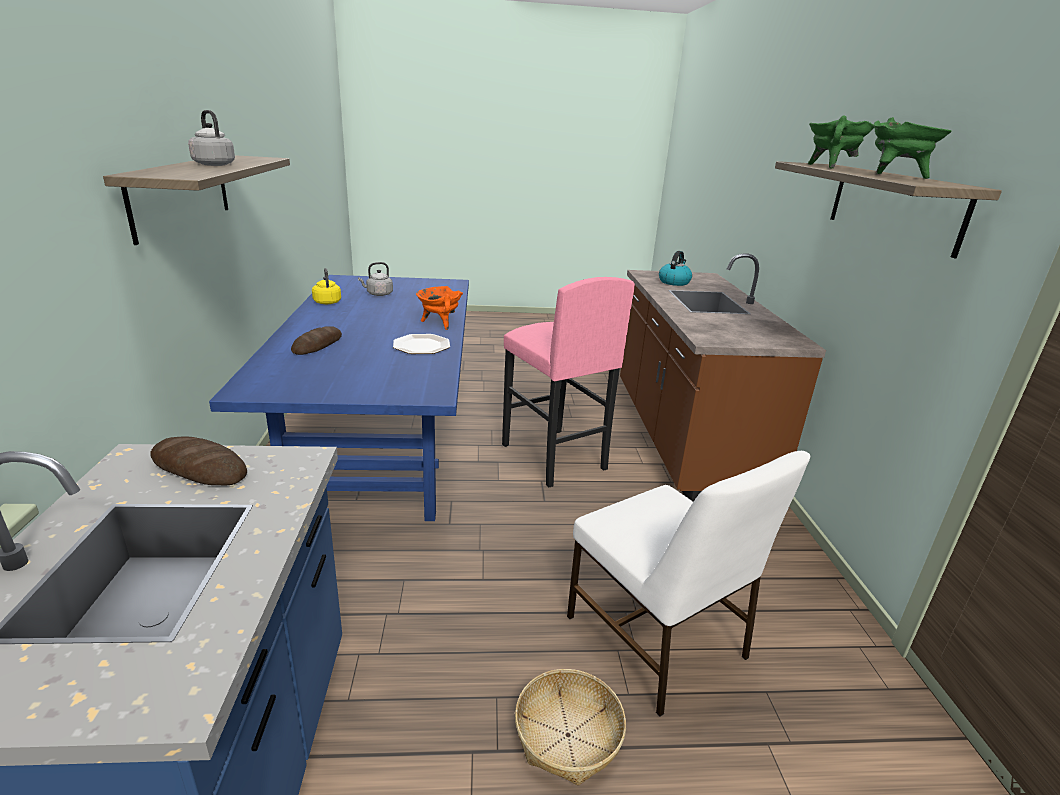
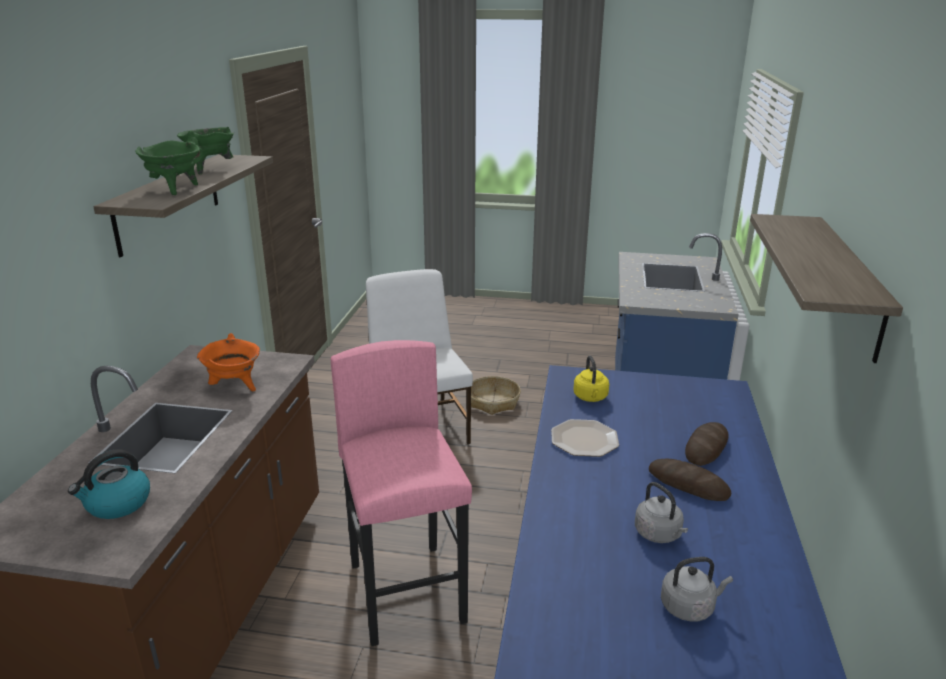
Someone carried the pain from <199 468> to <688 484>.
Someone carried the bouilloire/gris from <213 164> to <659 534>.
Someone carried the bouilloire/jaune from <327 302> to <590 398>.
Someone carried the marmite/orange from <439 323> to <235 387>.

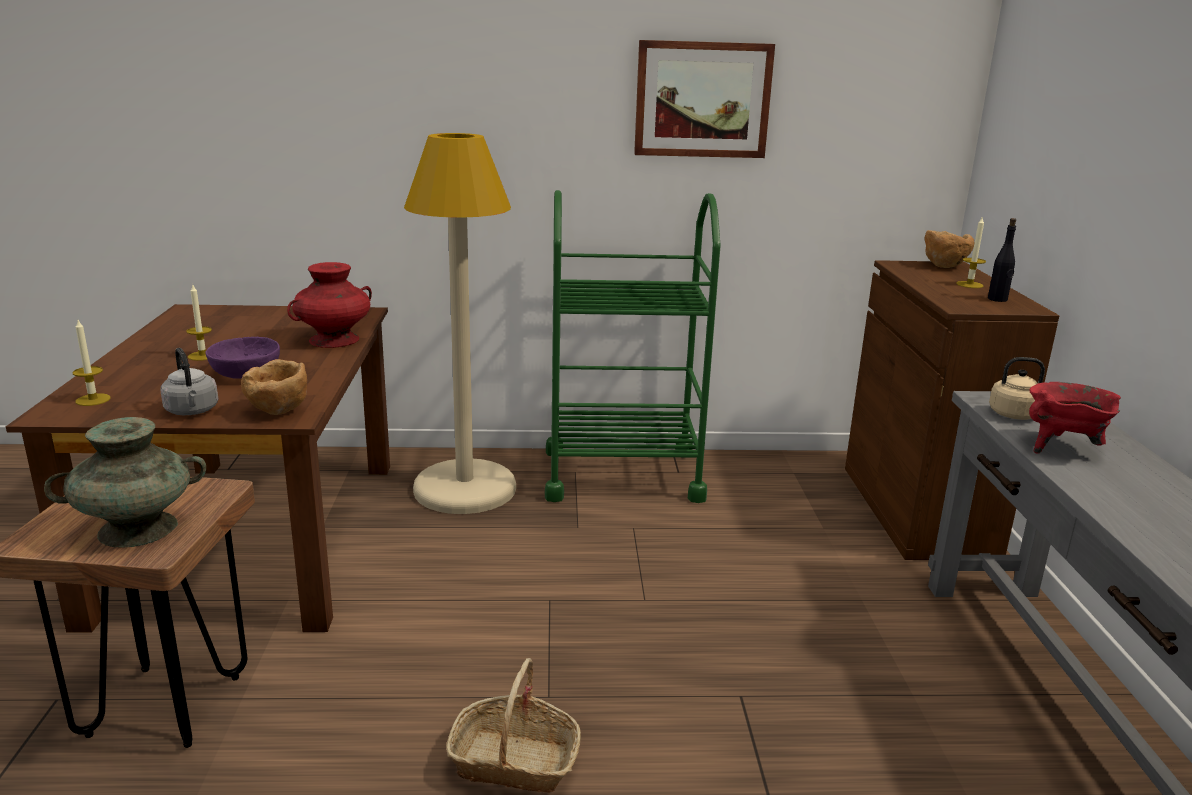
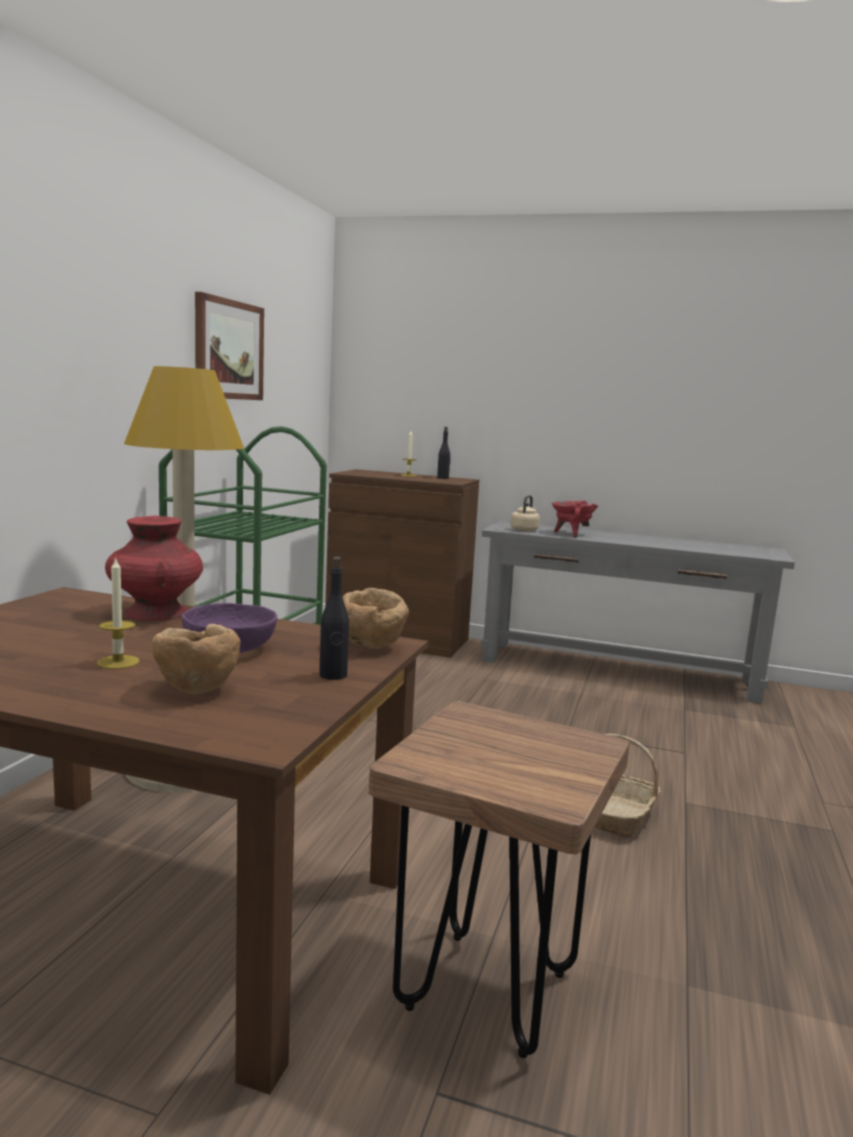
Someone took away the vase/turquoise at <137 529>.
Someone took away the bougie at <93 400>.
Someone swapped the bouilloire/gris at <192 411> for the bouteille/noir at <333 675>.
Someone carried the bol/marron from <944 266> to <195 690>.

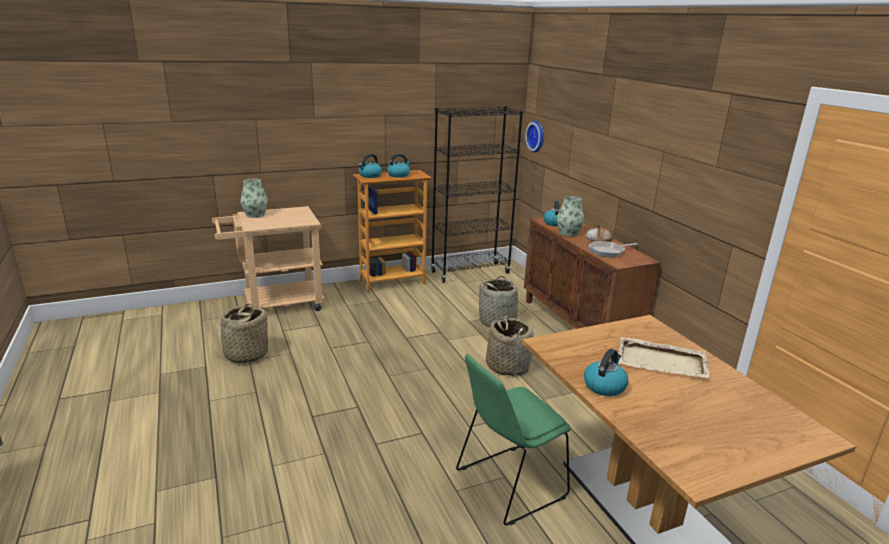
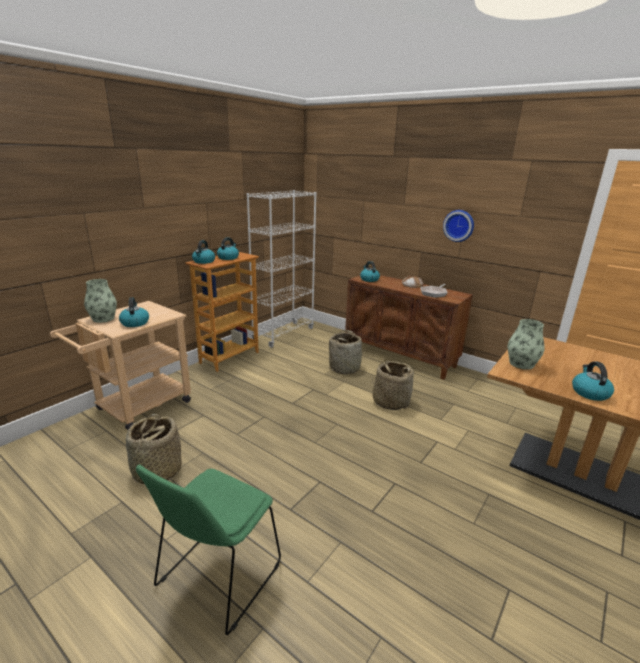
Someone repainted the bibliothèque/noir at <470 272>, which became the bibliothèque/blanc at <283 334>.
Someone carried the chaise/vert from <507 485> to <217 578>.
Someone carried the horloge murale from <537 136> to <459 225>.
Someone carried the vase from <568 233> to <521 364>.
Someone took away the plateau/beige at <662 361>.
Someone put down the bouilloire at <135 323>.

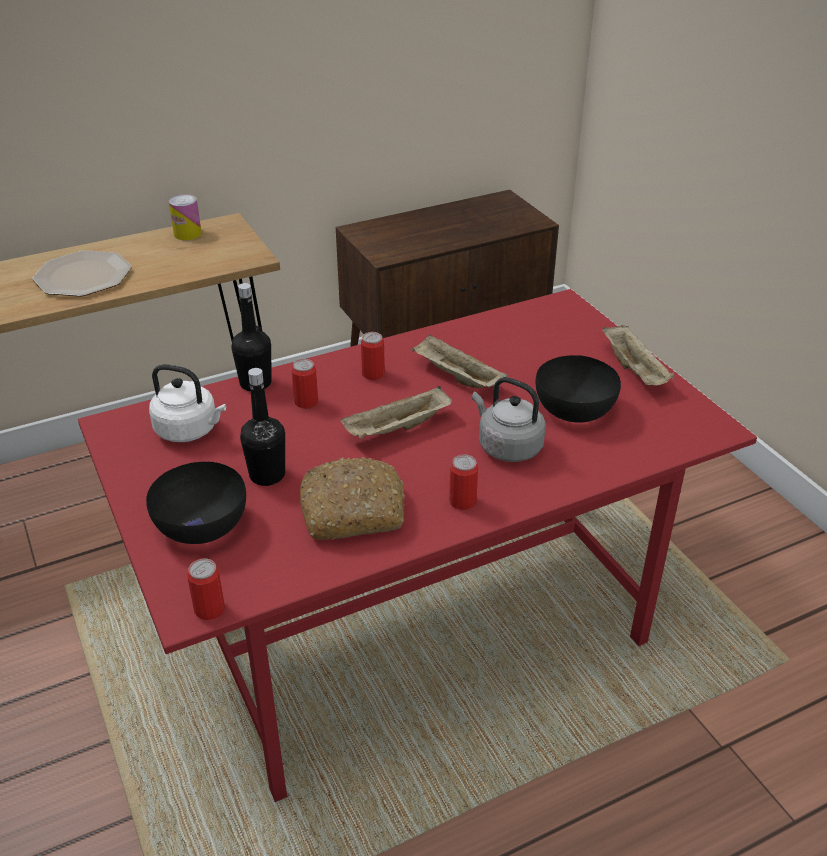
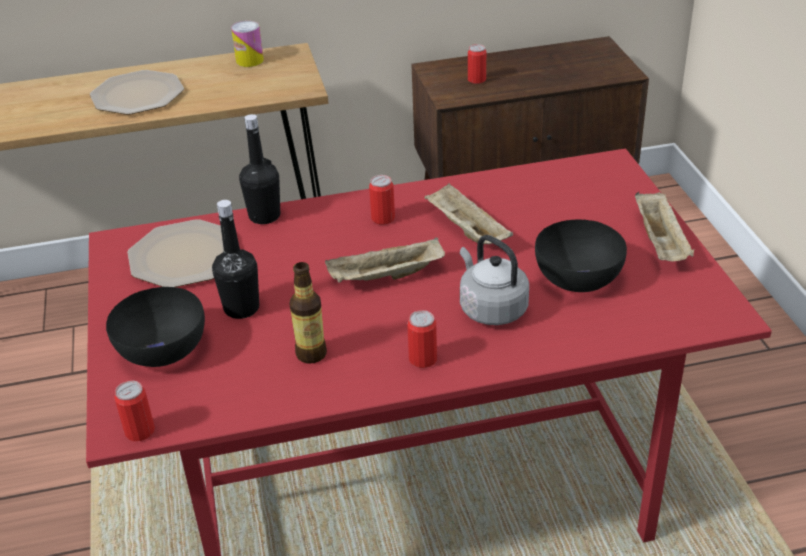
Someone swapped the bouilloire/blanc at <190 430> for the assiette at <185 256>.
Someone carried the boîte métallique from <306 402> to <476 80>.
Someone swapped the pain at <354 510> for the bouteille at <311 354>.

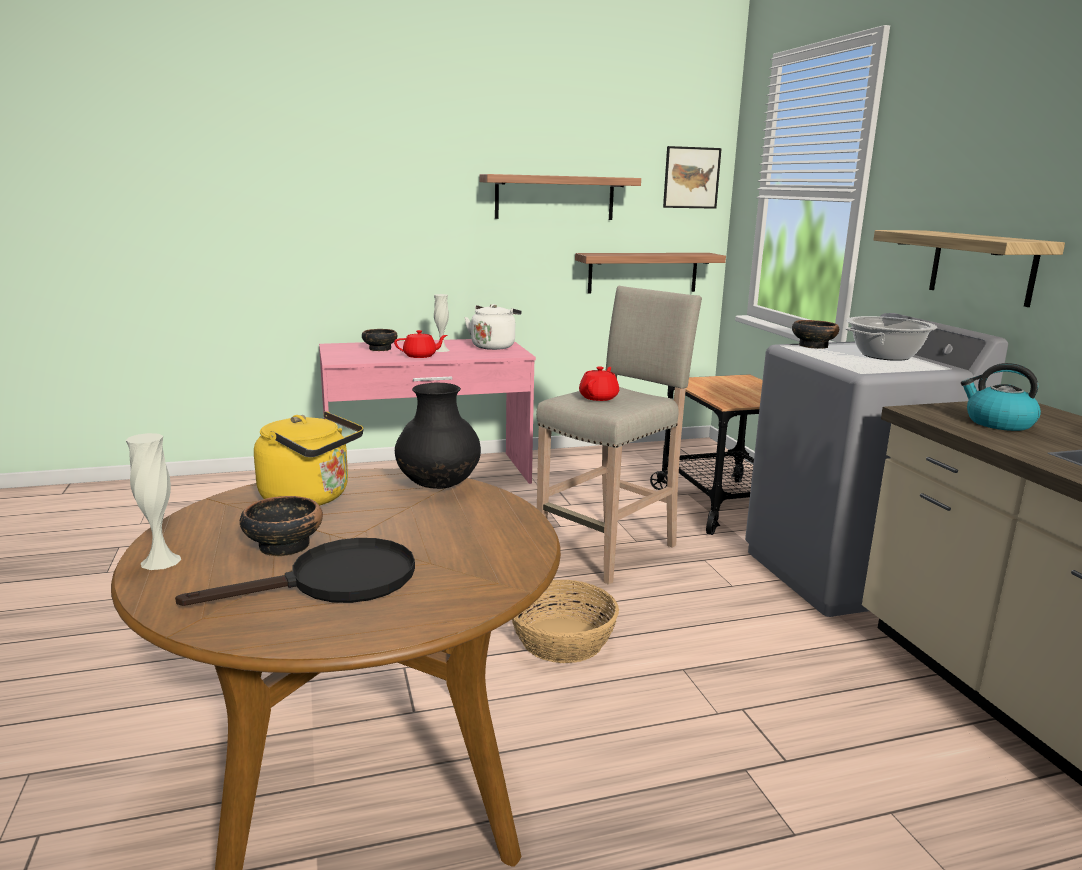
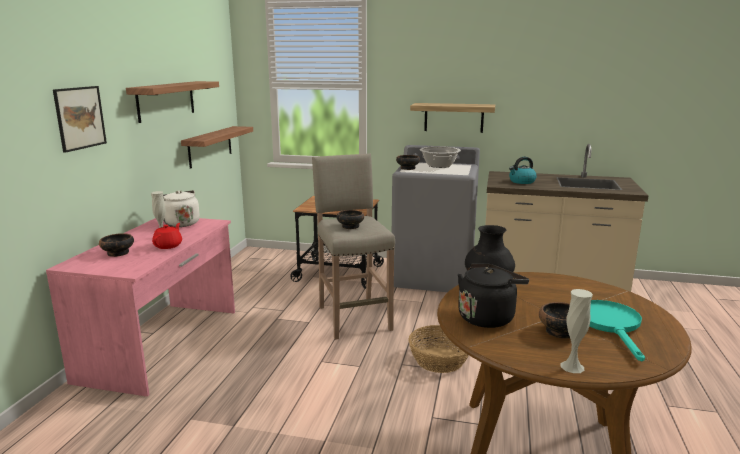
Someone repainted the poêle/noir at <335 582>, which became the poêle/turquoise at <611 325>.
Someone repainted the bouilloire/jaune at <310 498>, which became the bouilloire/noir at <488 317>.
Someone swapped the théière/rouge at <599 397> for the bol at <350 226>.
Someone carried the tableau from <691 177> to <80 118>.

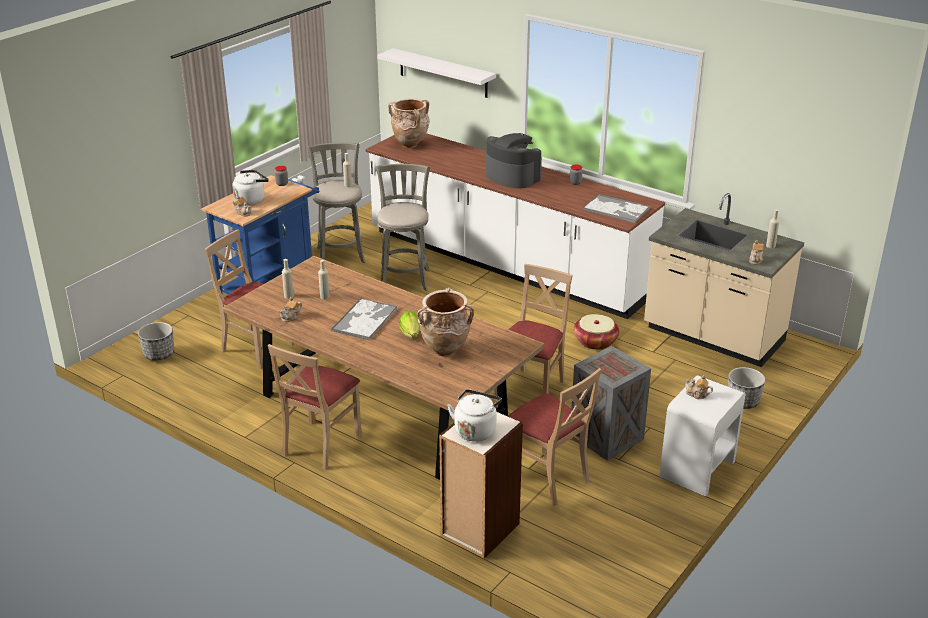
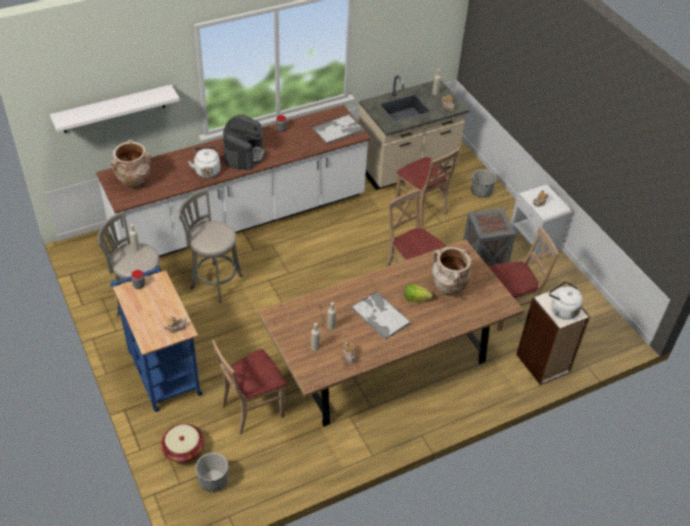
Someone carried the bouilloire/blanc from <251 200> to <207 170>.
Someone carried the chaise/beige from <320 444> to <421 209>.
Someone rotated the machine à café at <512 177> by 120 degrees clockwise.
Someone carried the panier from <595 341> to <184 450>.

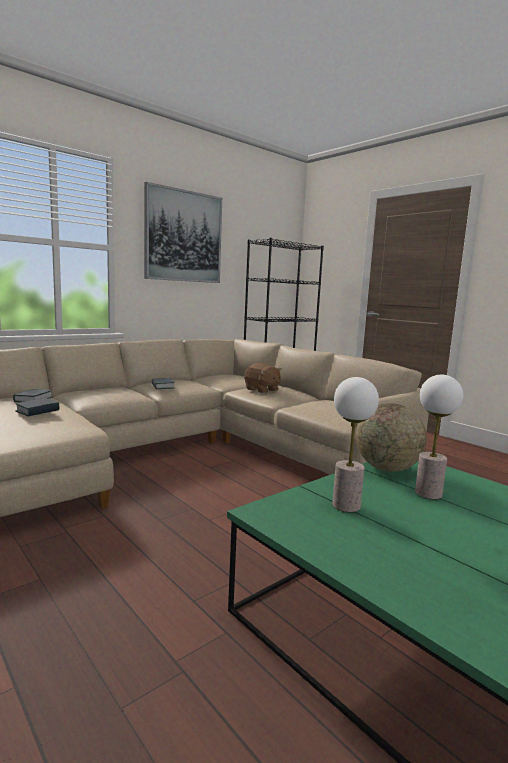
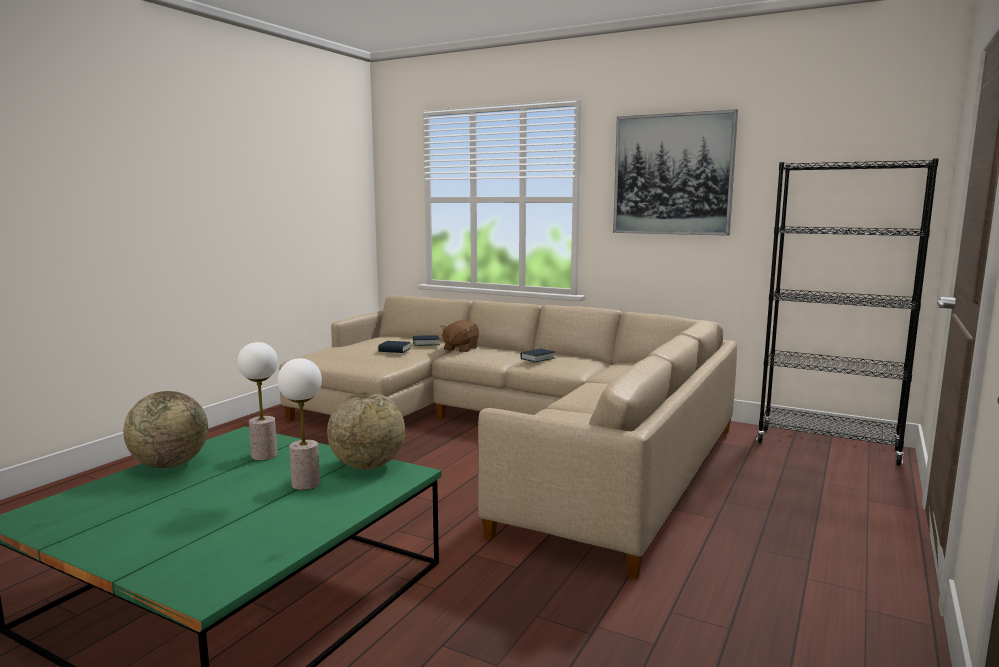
Someone carried the peluche/marron from <262 390> to <460 349>.
Someone put down the globe at <170 464>.

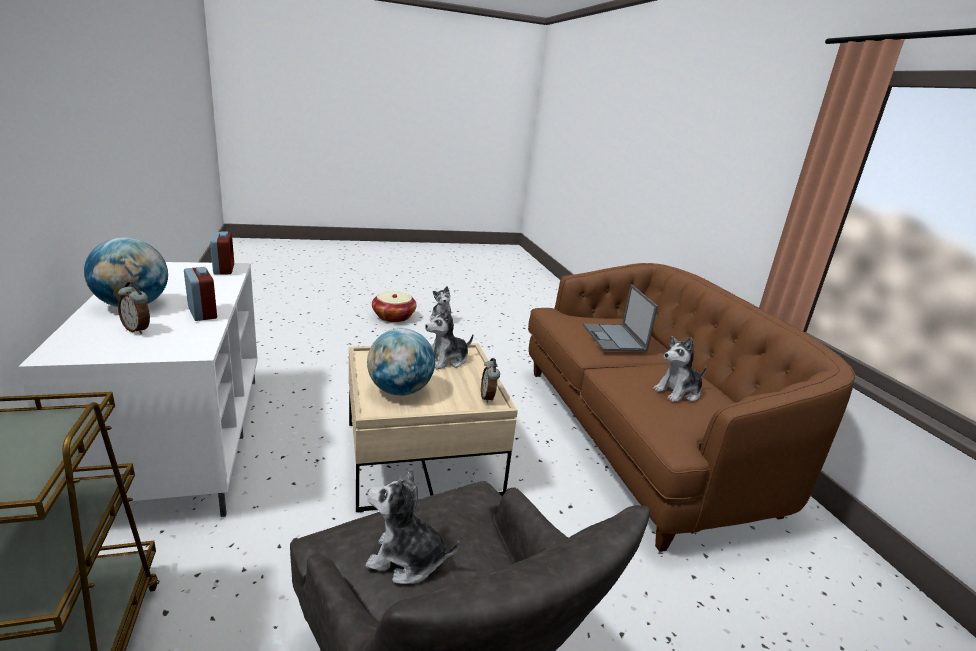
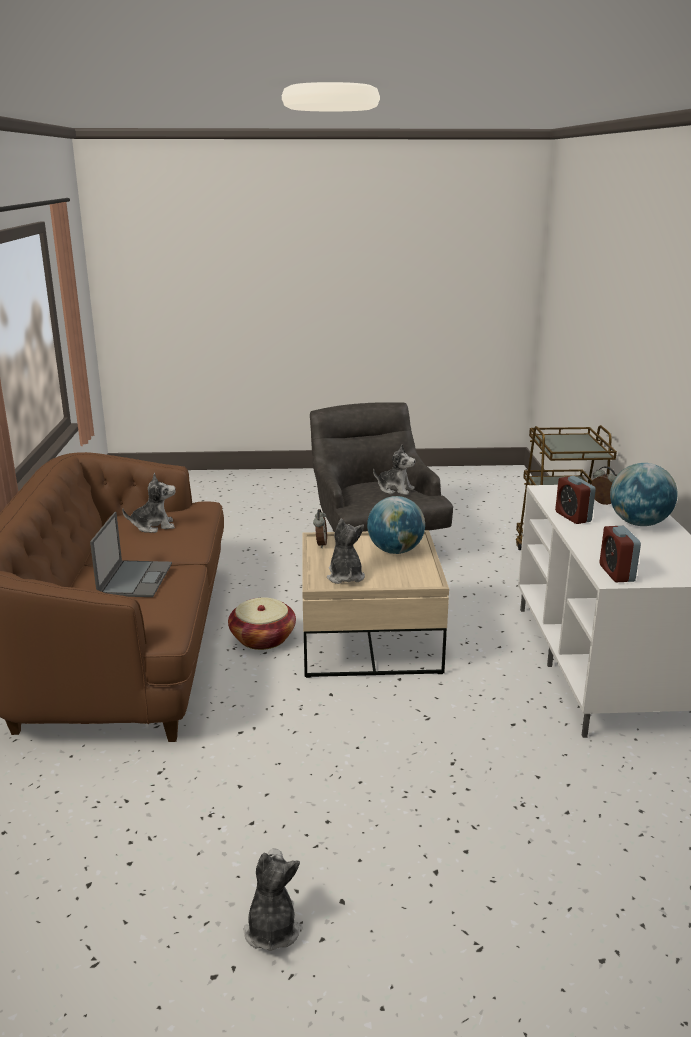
Someone carried the panier from <393 317> to <262 638>.
Someone rotated the peluche at <447 360> by 75 degrees counterclockwise.

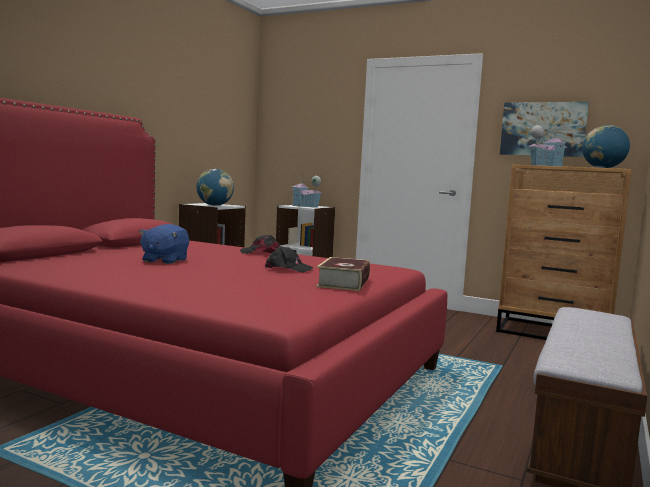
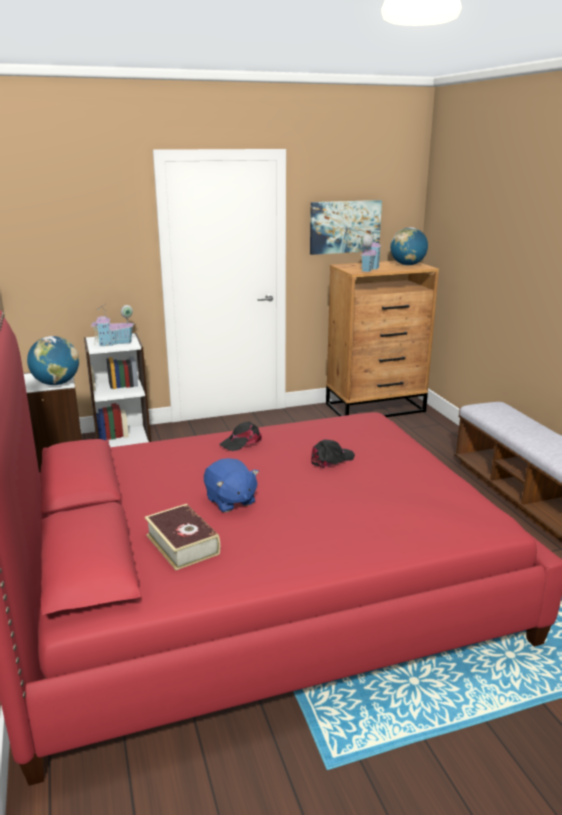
Someone carried the livre from <343 282> to <182 544>.

